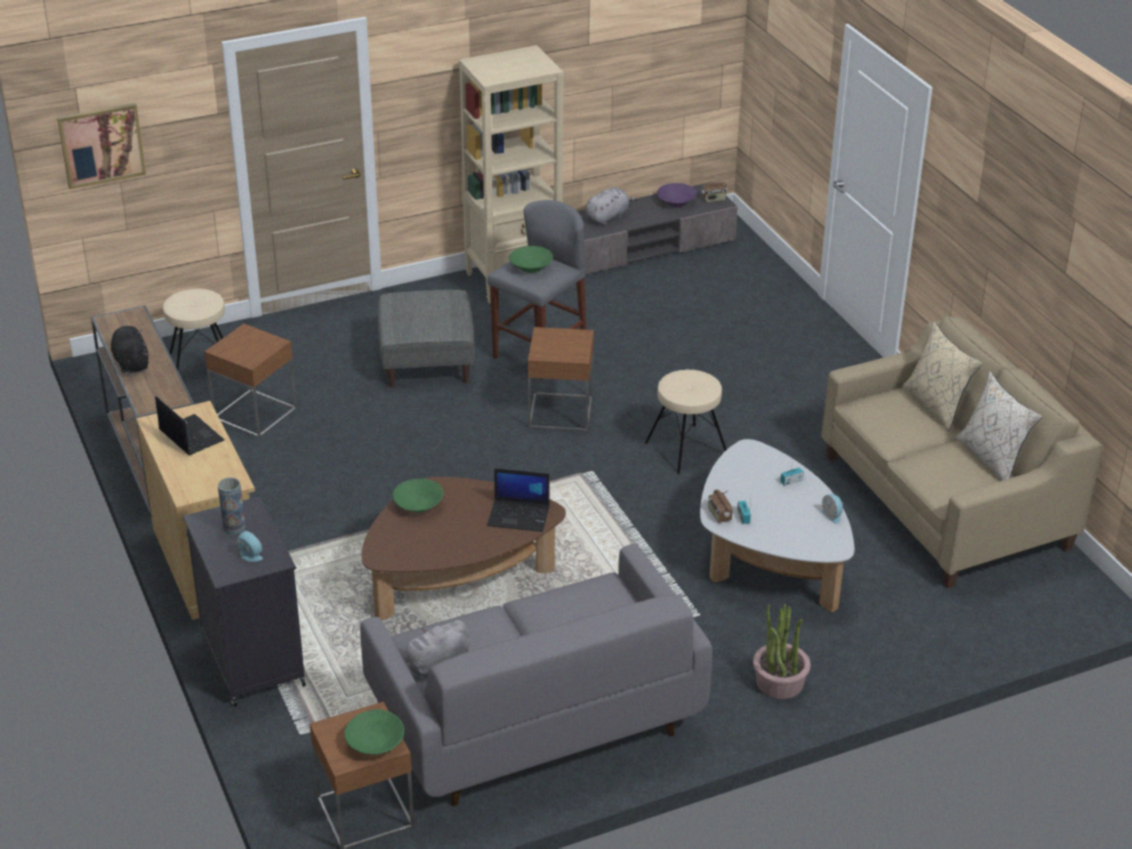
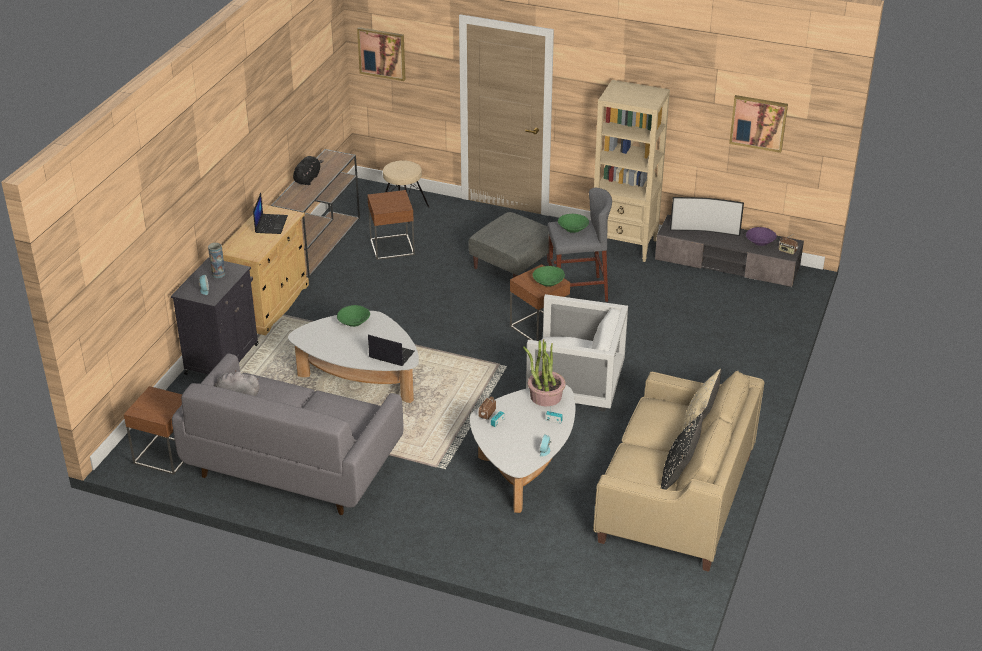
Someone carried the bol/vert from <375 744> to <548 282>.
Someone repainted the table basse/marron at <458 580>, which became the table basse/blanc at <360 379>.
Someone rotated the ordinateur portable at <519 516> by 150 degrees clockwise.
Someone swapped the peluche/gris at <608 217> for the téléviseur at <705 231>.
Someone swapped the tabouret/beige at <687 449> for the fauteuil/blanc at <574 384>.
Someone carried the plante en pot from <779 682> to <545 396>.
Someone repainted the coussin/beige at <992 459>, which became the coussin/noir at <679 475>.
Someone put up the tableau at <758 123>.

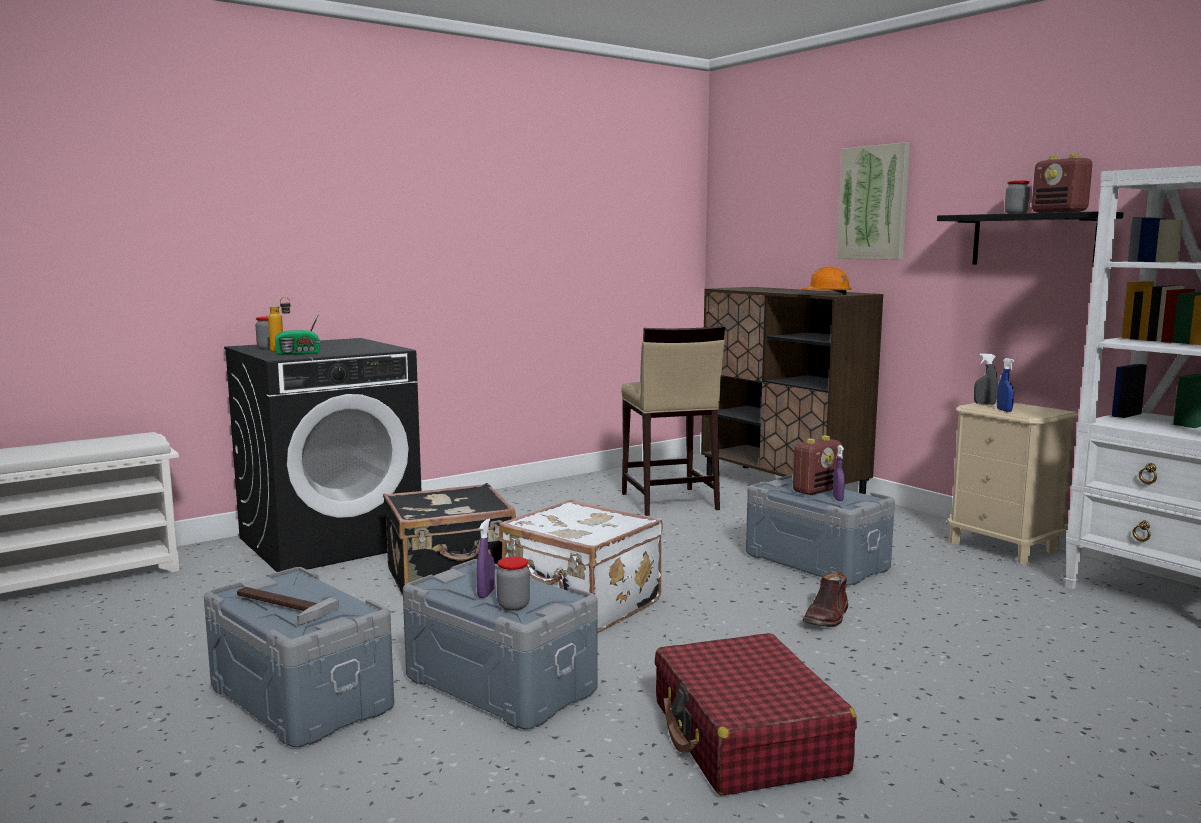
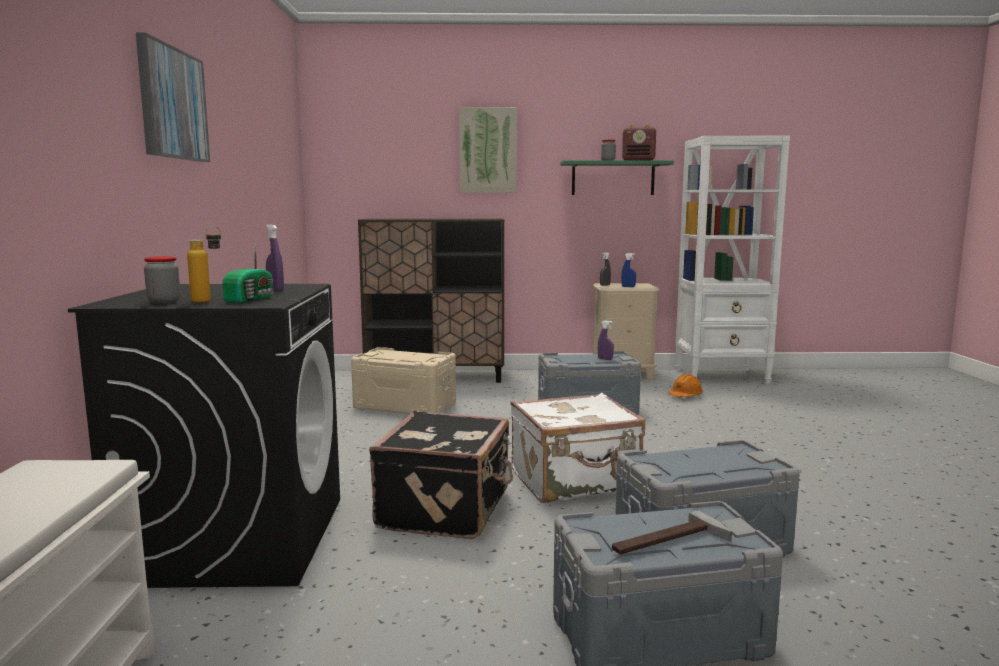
Someone carried the vaporisateur/violet from <486 593> to <275 289>.
Someone took away the bocal at <513 605>.
Someone swapped the tabouret/beige at <668 502> for the boîte de rangement/beige at <404 406>.
Someone took away the valise/rouge at <747 737>.
Someone took away the radio at <816 490>.
Someone carried the casque de chantier/orange from <827 294> to <685 396>.
Someone took away the botte/marron at <827 617>.
Someone repainted the étagère/noir at <1034 240>, which became the étagère/vert at <613 178>.
Someone put up the tableau at <172 104>.

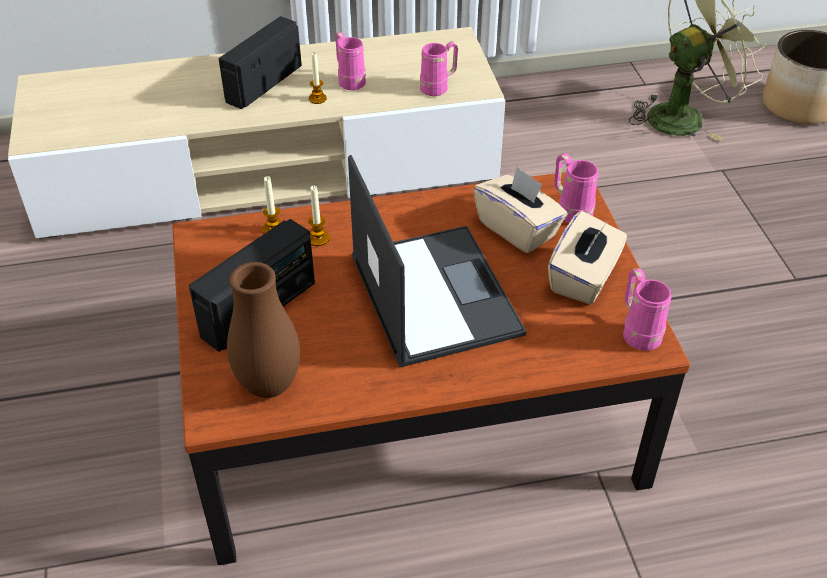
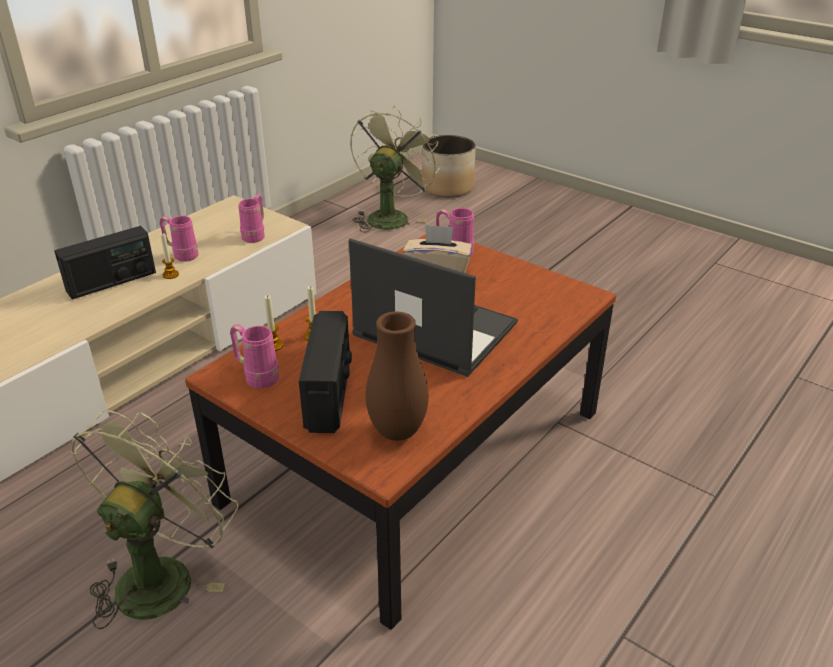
Someone rotated the radio at <263 83> by 120 degrees counterclockwise.
Someone took away the boîte à mouchoirs/beige at <584 278>.
Someone carried the mug/rose from <638 331> to <257 376>.
Someone put down the ventilateur/vert at <162 574>.

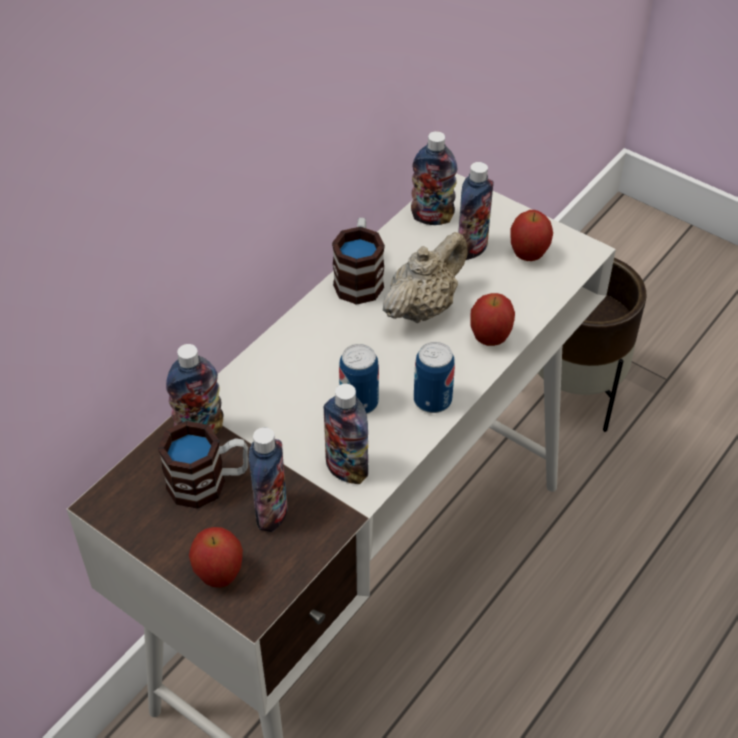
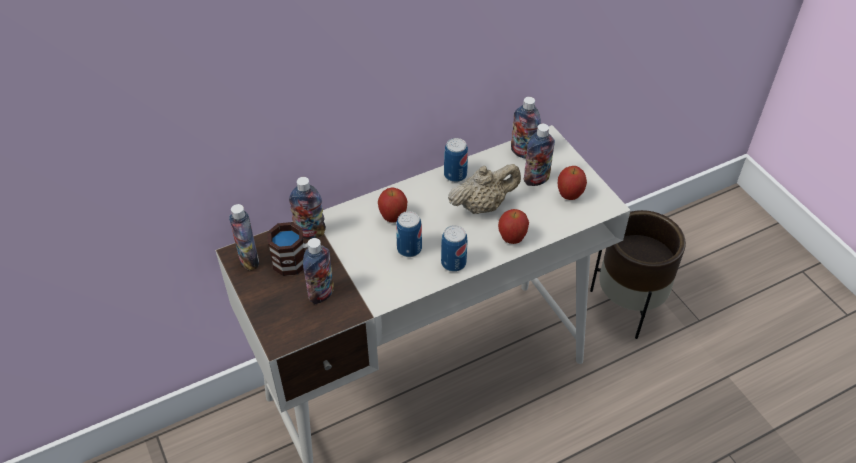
Someone carried the pomme from <219 575> to <393 217>.
Someone carried the bouteille from <346 469> to <249 260>.
Someone swapped the mug at <359 278> for the boîte métallique at <455 175>.

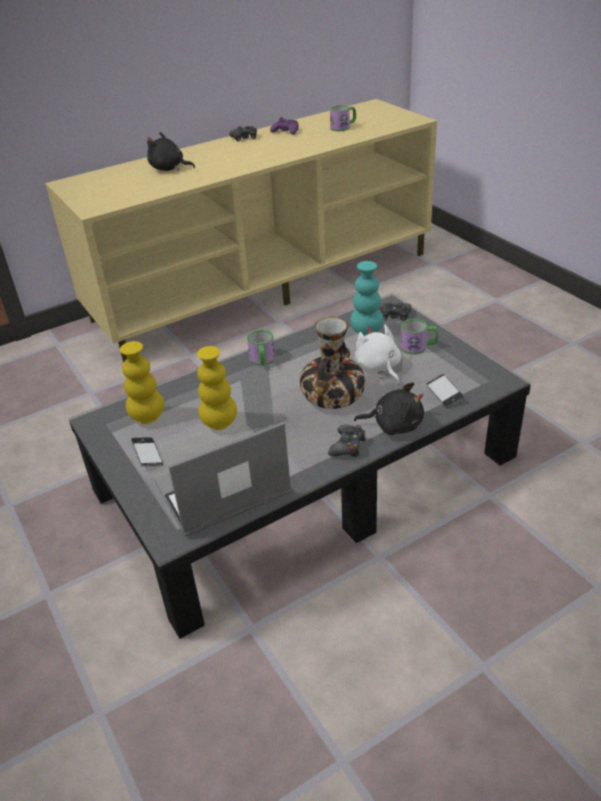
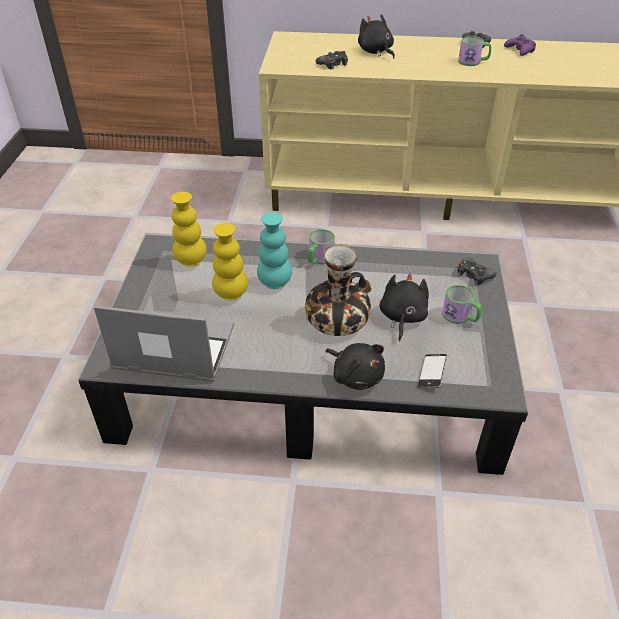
Someone took away the téléphone at <147 455>.
Someone carried the manette/noir from <348 446> to <333 64>.
Someone carried the mug from <343 127> to <473 62>.
Someone carried the vase/turquoise from <367 332> to <275 283>.
Someone repainted the peluche/blanc at <378 368>, which became the peluche/noir at <402 317>.

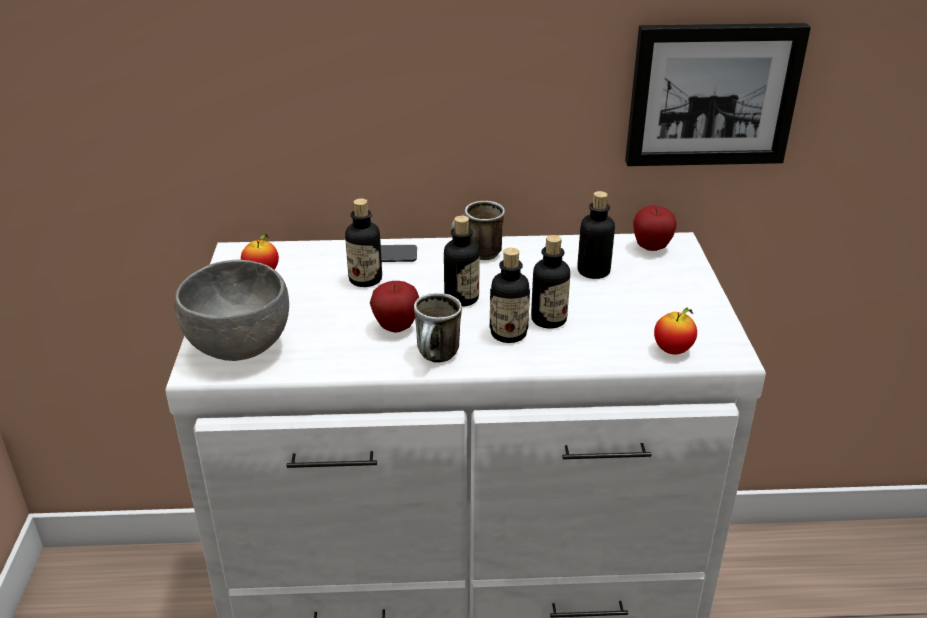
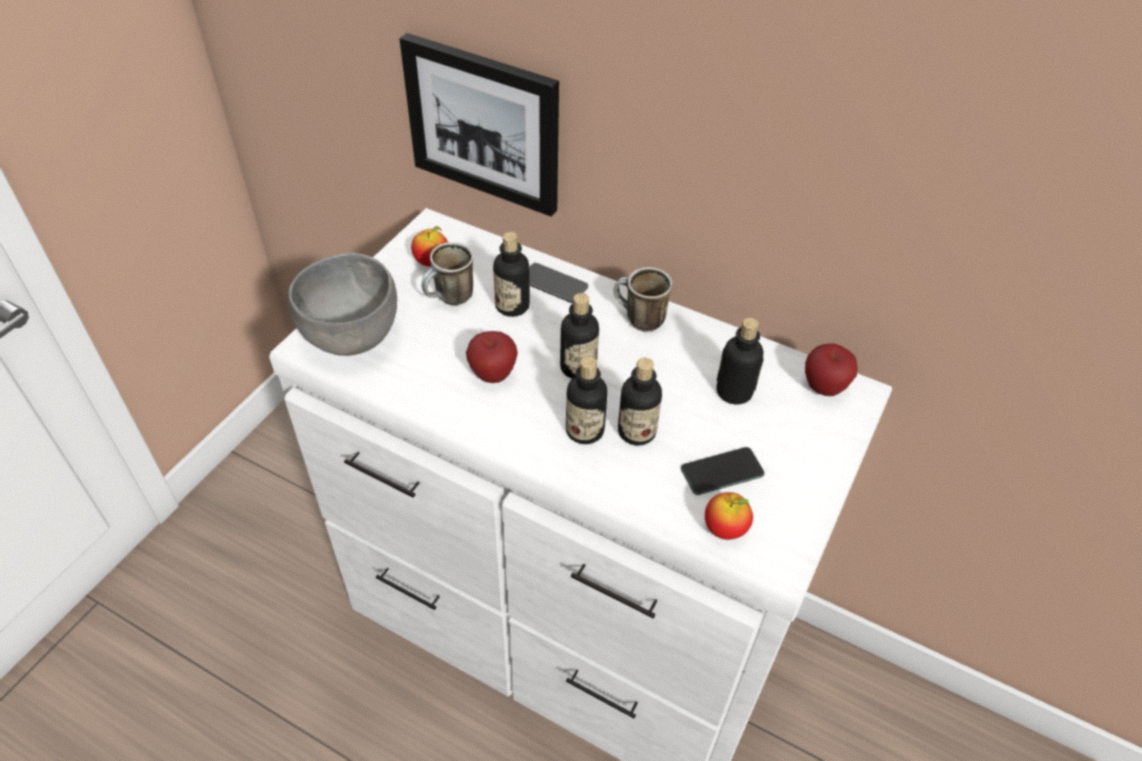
Someone carried the mug from <437 358> to <450 300>.
Someone carried the tableau from <712 94> to <484 124>.
Someone put down the téléphone at <722 472>.

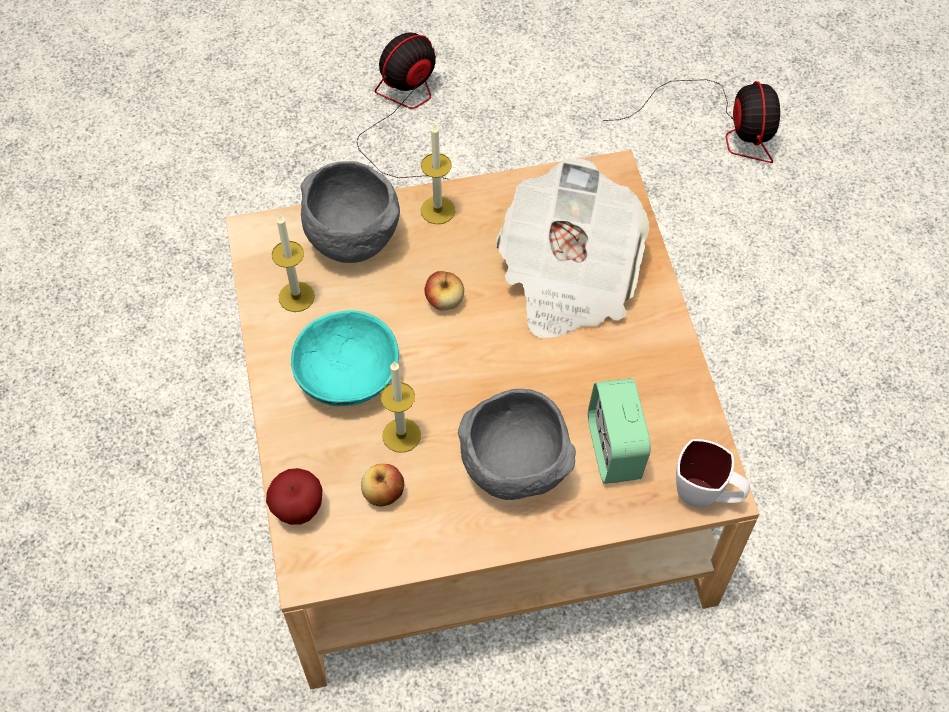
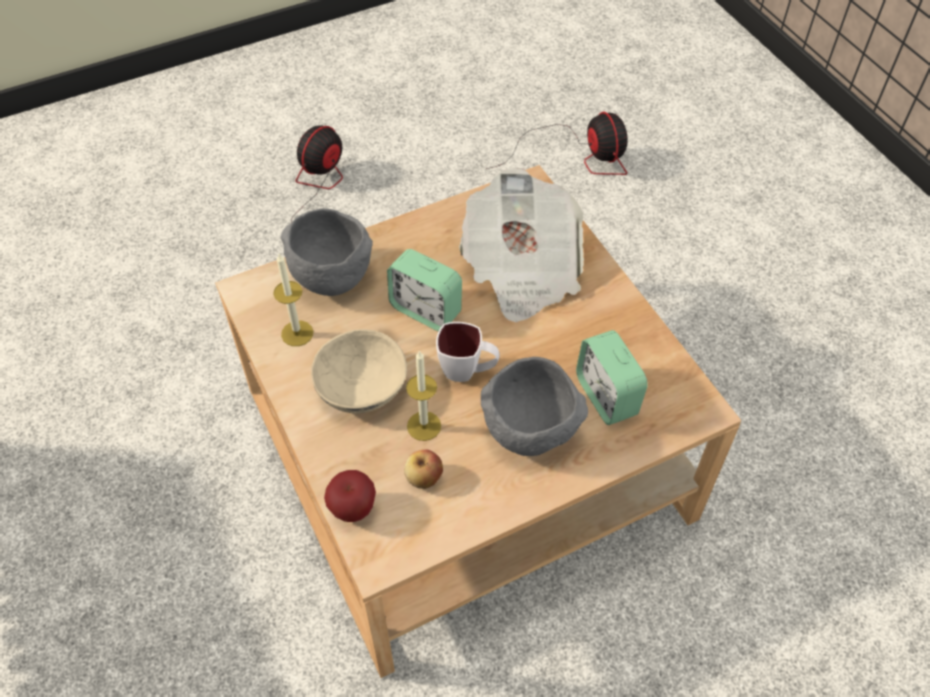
Someone repainted the bol/turquoise at <346 375>, which became the bol/beige at <360 387>.
Someone took away the bougie at <438 210>.
Someone swapped the pomme at <444 301> for the réveil at <425 310>.
Someone carried the mug/blanc from <706 496> to <468 372>.

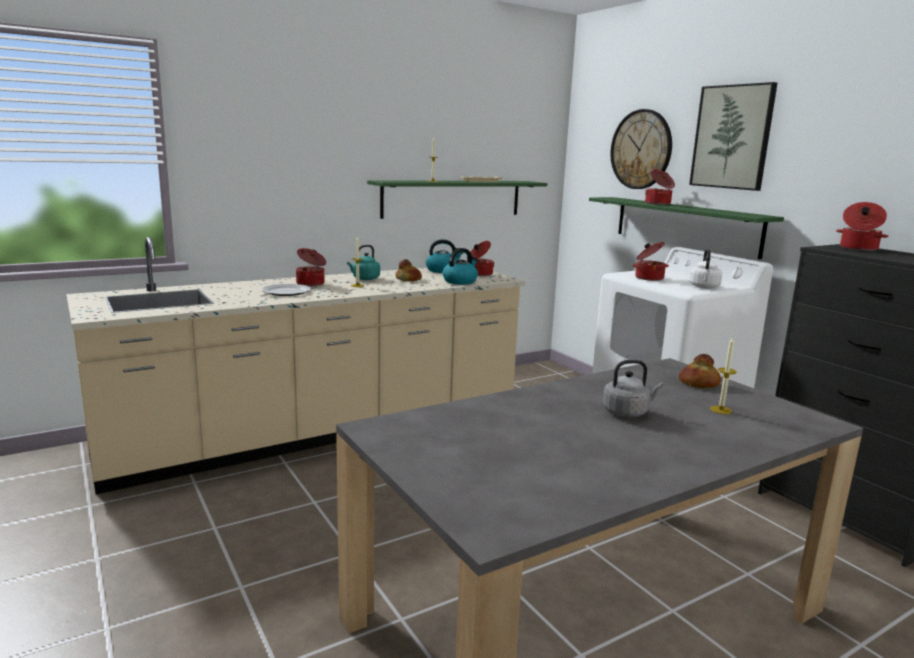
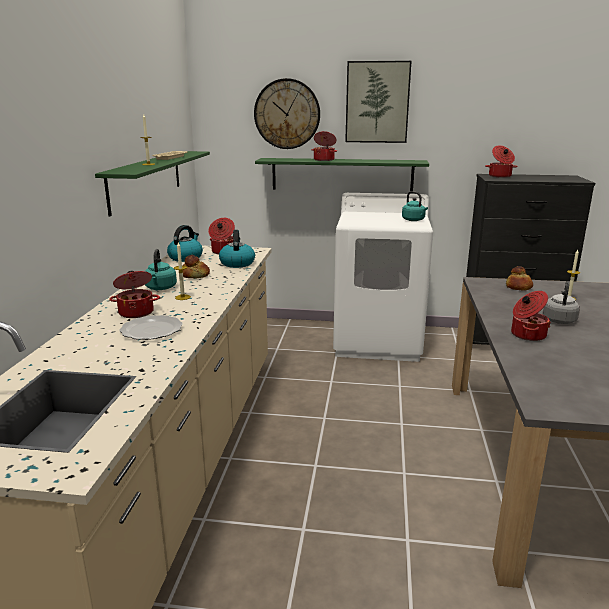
Someone carried the marmite from <648 278> to <527 335>.
Someone repainted the bouilloire/blanc at <704 287>, which became the bouilloire/turquoise at <414 220>.

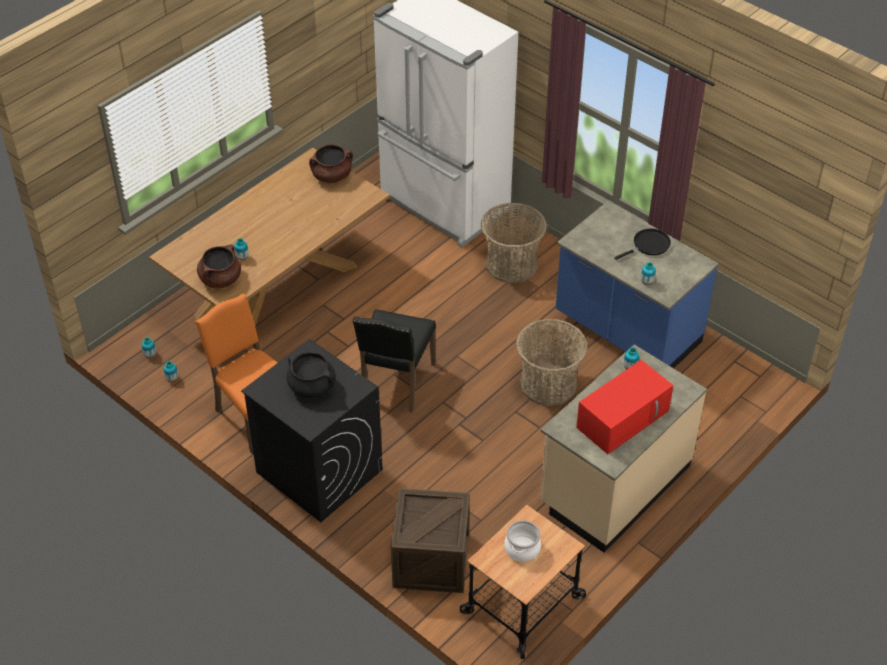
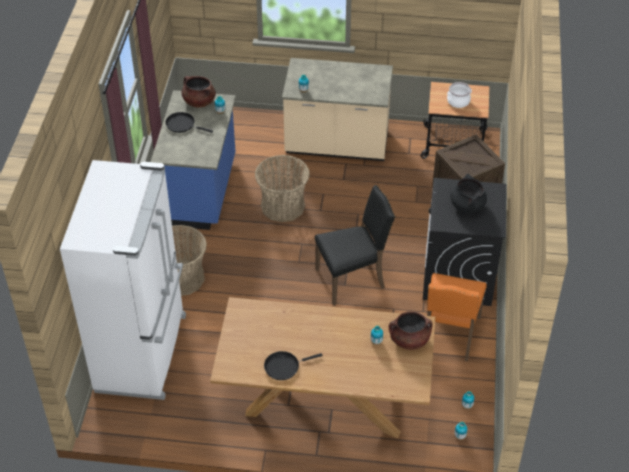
Someone carried the marmite/marron from <332 176> to <199 102>.
Someone took away the micro-ondes/rouge at <623 418>.
Someone put down the poêle/noir at <284 366>.

